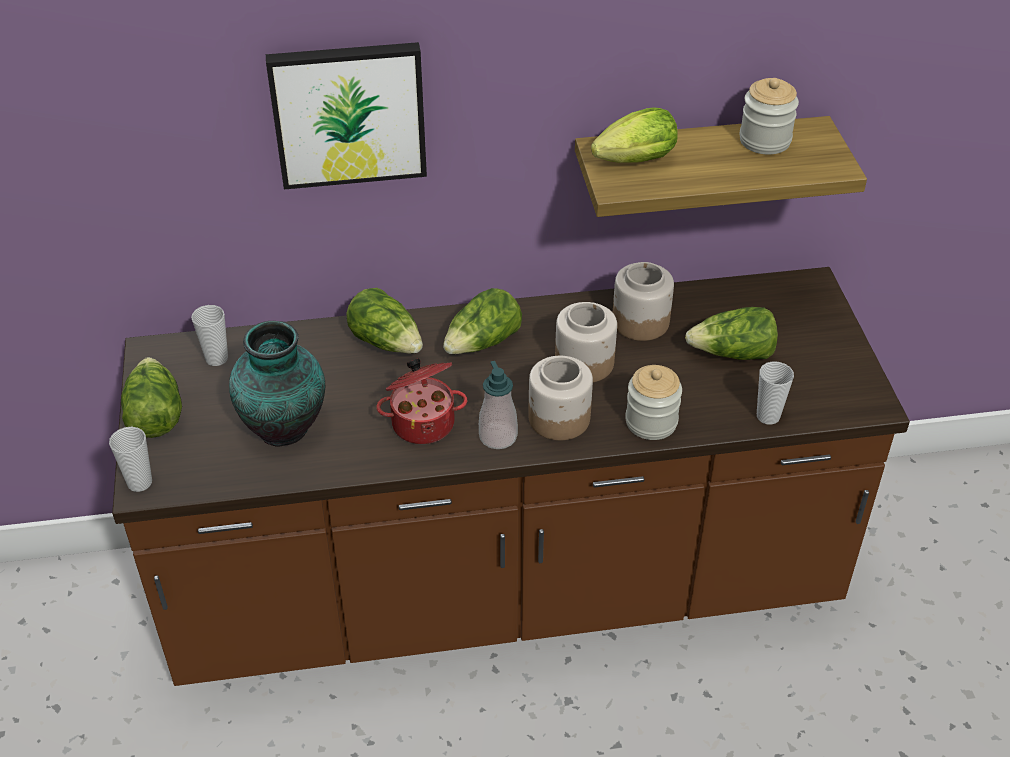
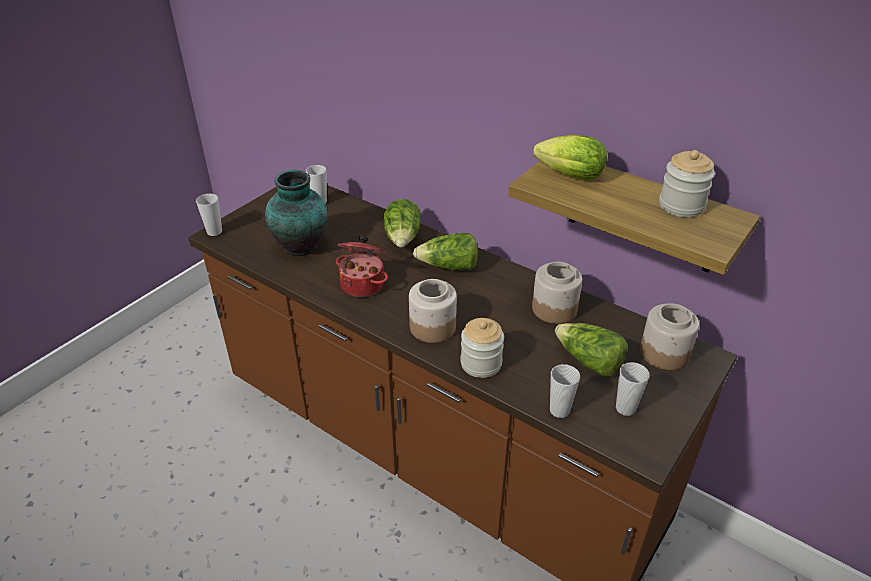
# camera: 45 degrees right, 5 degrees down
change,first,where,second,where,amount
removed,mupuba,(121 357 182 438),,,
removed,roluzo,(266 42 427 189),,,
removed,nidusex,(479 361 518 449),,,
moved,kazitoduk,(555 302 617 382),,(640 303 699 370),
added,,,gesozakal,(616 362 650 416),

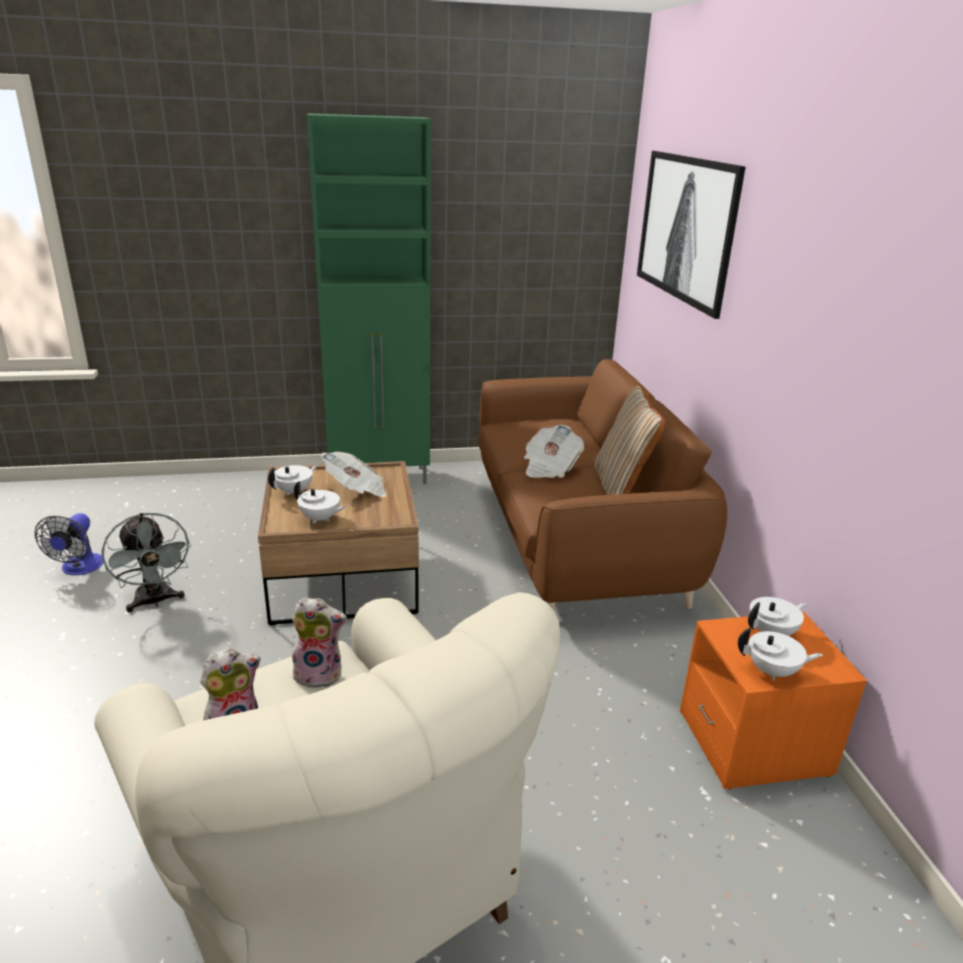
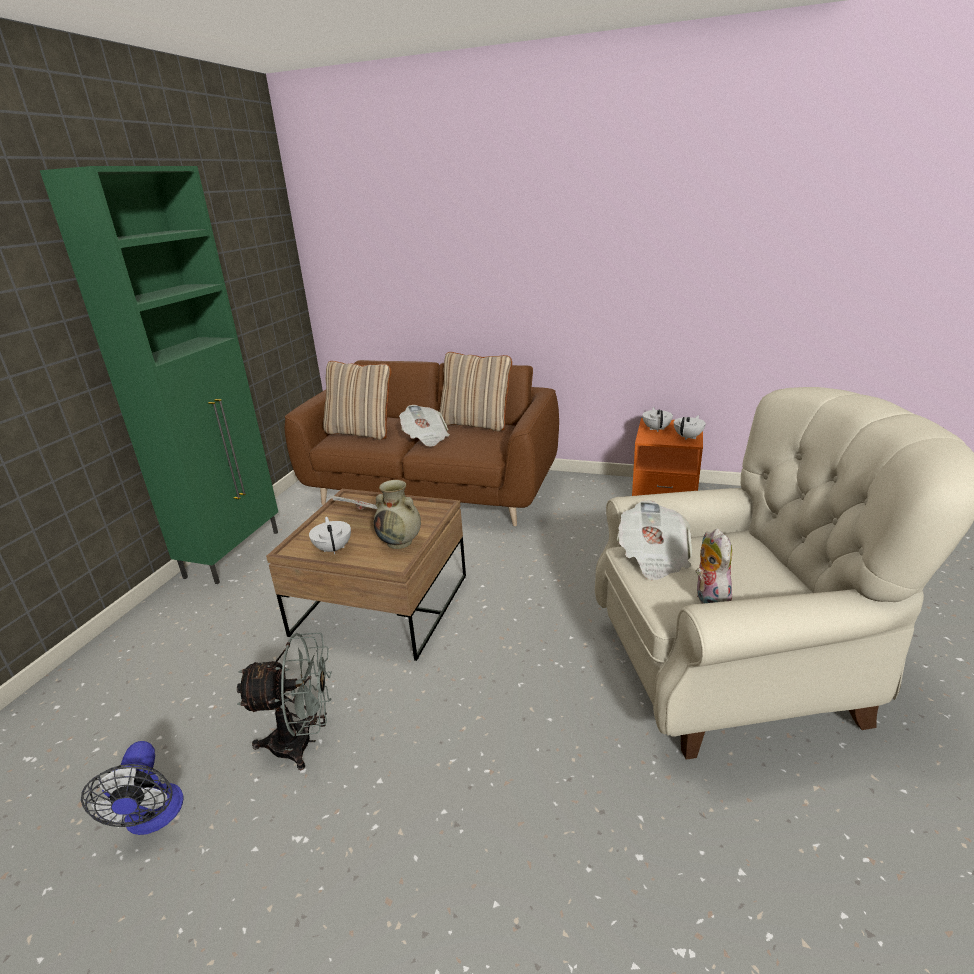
# camera: 60 degrees left, 0 degrees up
change,first,where,second,where,amount
turned,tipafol,(34 513 103 575),,(81 741 184 835),45 degrees clockwise
replaced,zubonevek,(292 597 347 688),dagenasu,(617 500 692 580),
replaced,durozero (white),(294 481 347 524),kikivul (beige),(374 480 421 549),
removed,roluzo,(637 151 746 319),,,
added,,,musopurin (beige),(323 361 392 440),

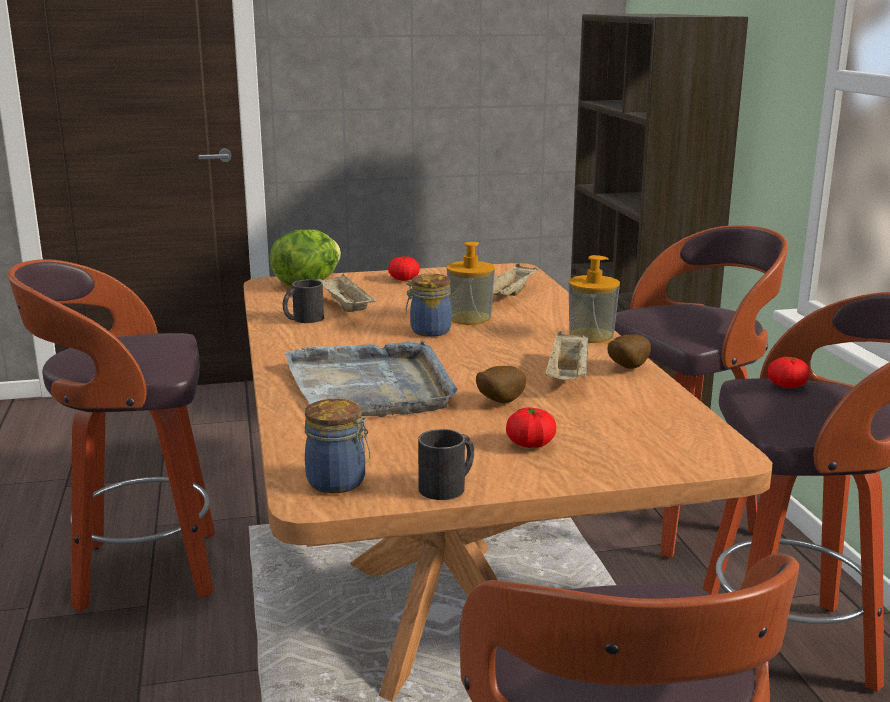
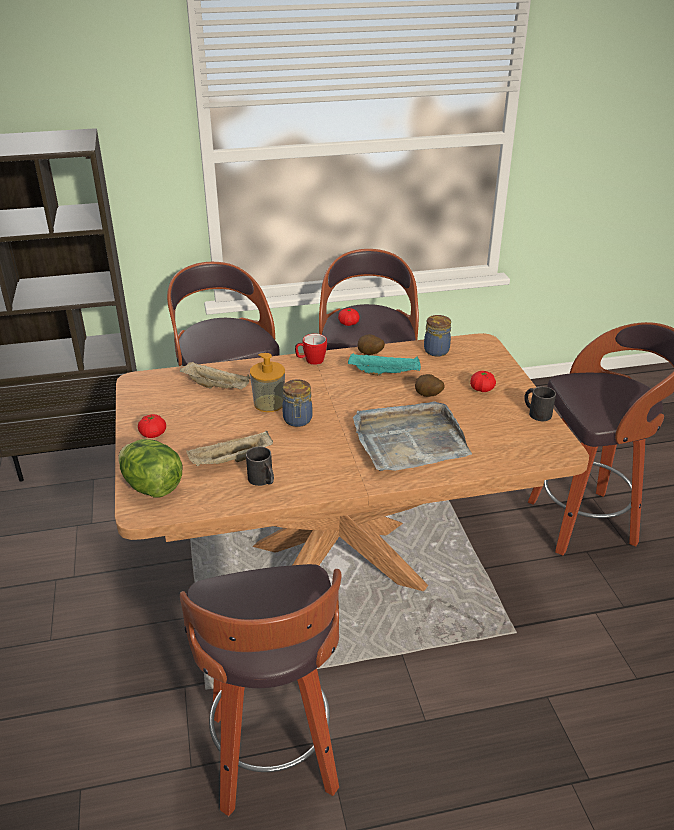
# camera: 90 degrees left, 15 degrees up
change,first,where,second,where,amount
moved,kazitoduk,(305 399 371 493),,(424 315 451 356),
recoloured,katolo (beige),(545 331 589 380),katolo (turquoise),(348 353 421 376),
replaced,nidusex,(569 255 620 343),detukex,(295 334 327 365),

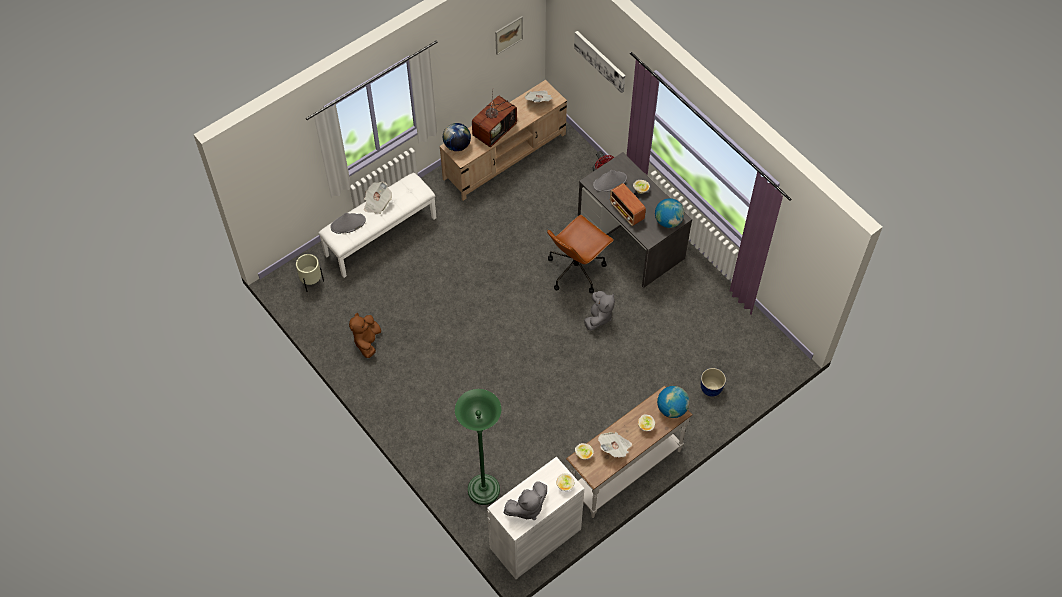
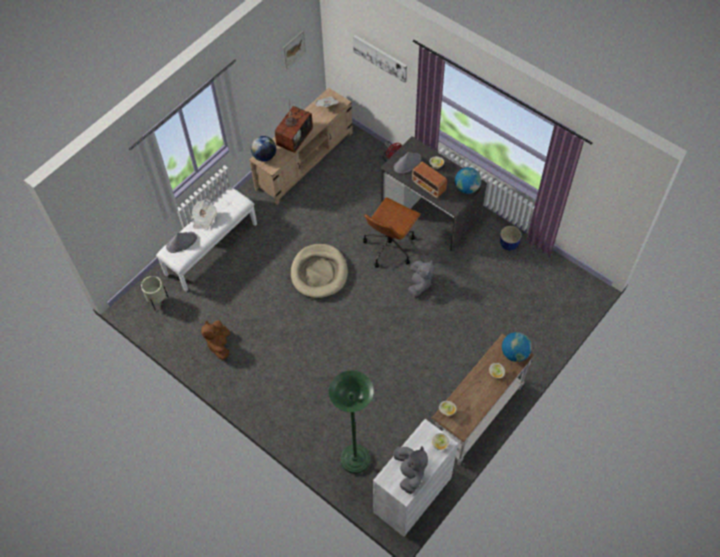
# camera: 10 degrees left, 0 degrees up
change,first,where,second,where,amount
turned,zubonevek (grey),(504 481 547 520),,(393 446 428 494),60 degrees counterclockwise
removed,dagenasu,(598 432 632 457),,,
moved,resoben,(701 368 726 397),,(500 226 521 250),
added,,,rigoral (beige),(291 244 348 299),

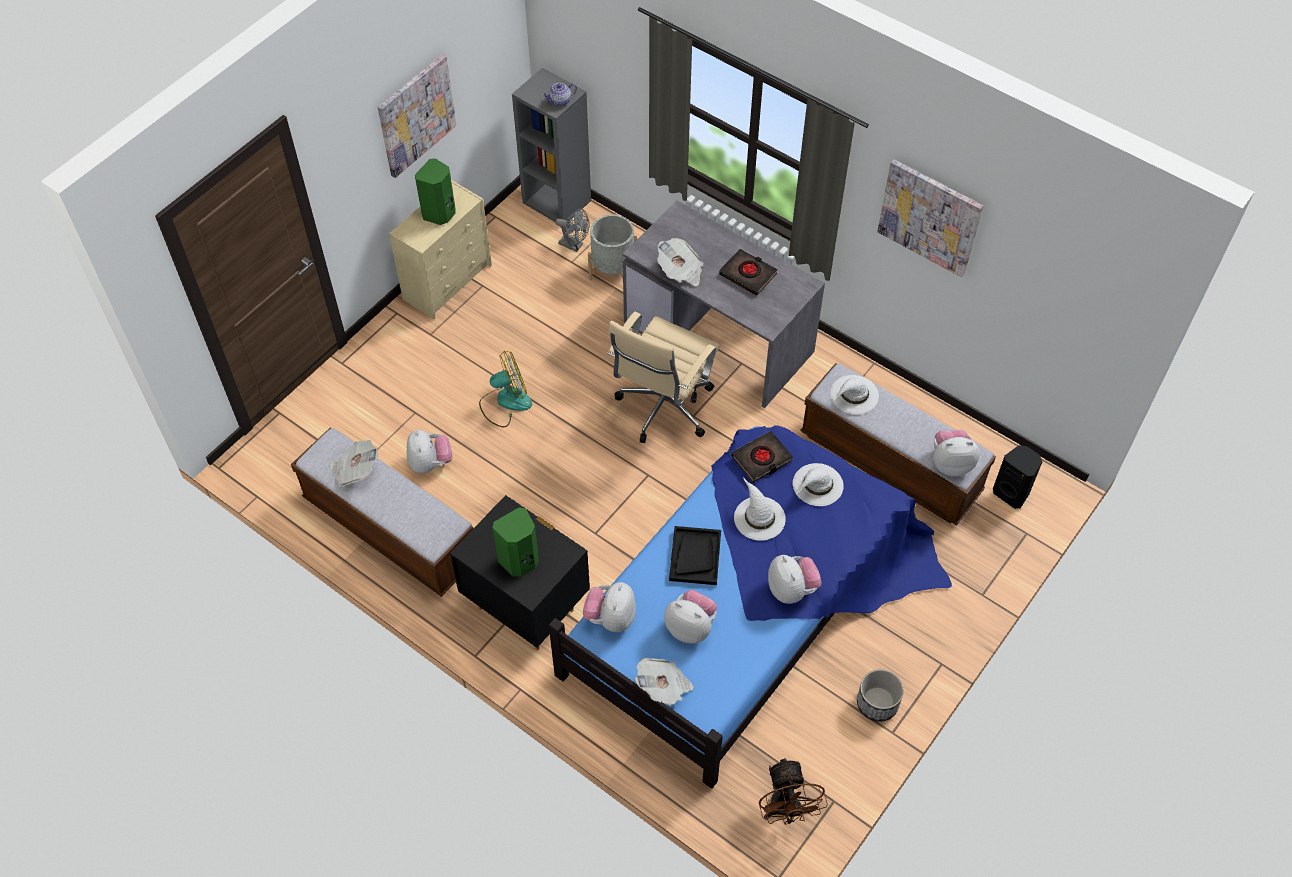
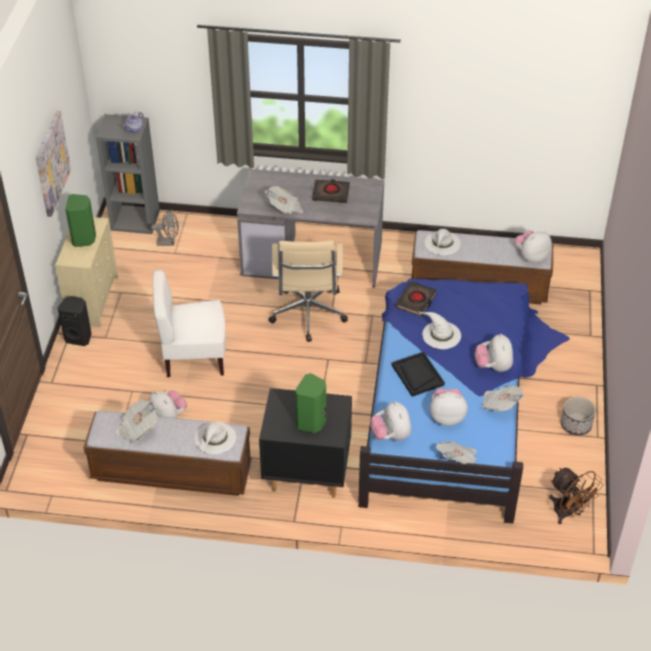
# camera: 30 degrees left, 10 degrees down
change,first,where,second,where,amount
replaced,tipafol,(479 351 532 427),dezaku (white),(153 269 226 377),
removed,resoben (grey),(588 214 637 280),,,
turned,zubonevek,(768 555 821 604),,(475 334 513 372),135 degrees counterclockwise
moved,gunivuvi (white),(793 463 844 506),,(195 422 236 454),
removed,roluzo,(877 159 983 277),,,
moved,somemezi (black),(993 445 1042 509),,(58 296 92 346),
added,,,dagenasu,(481 385 523 411),

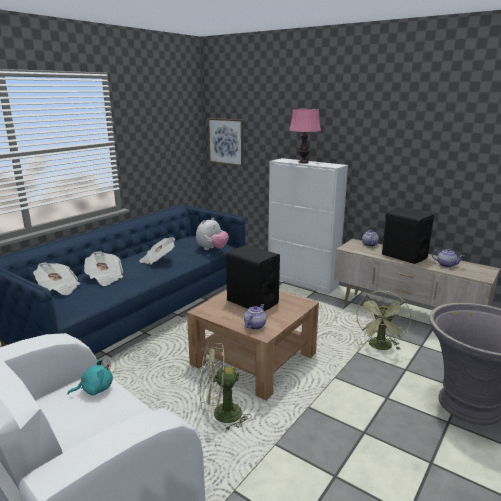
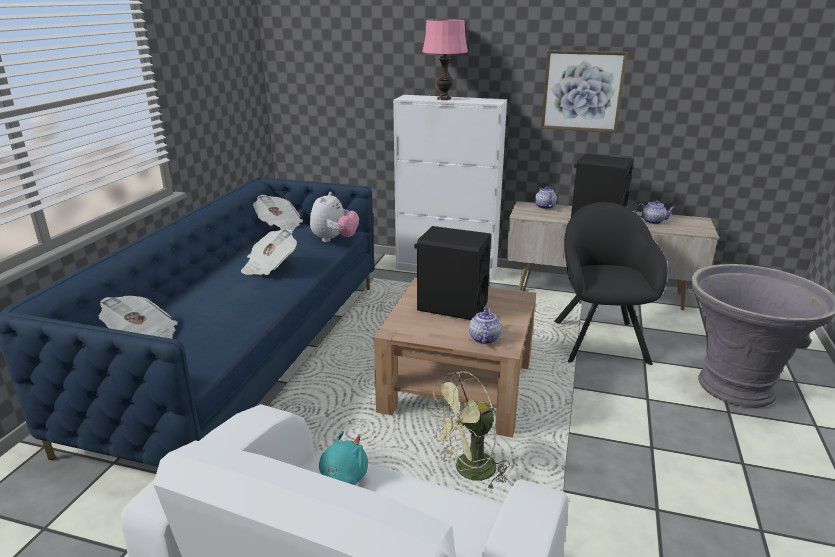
# camera: 20 degrees left, 5 degrees up
change,first,where,second,where,amount
moved,dagenasu,(84 251 123 286),,(253 195 303 231),
moved,roluzo,(207 118 244 166),,(541 50 628 132),
replaced,tipafol (green),(356 291 411 350),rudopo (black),(554 202 668 365),

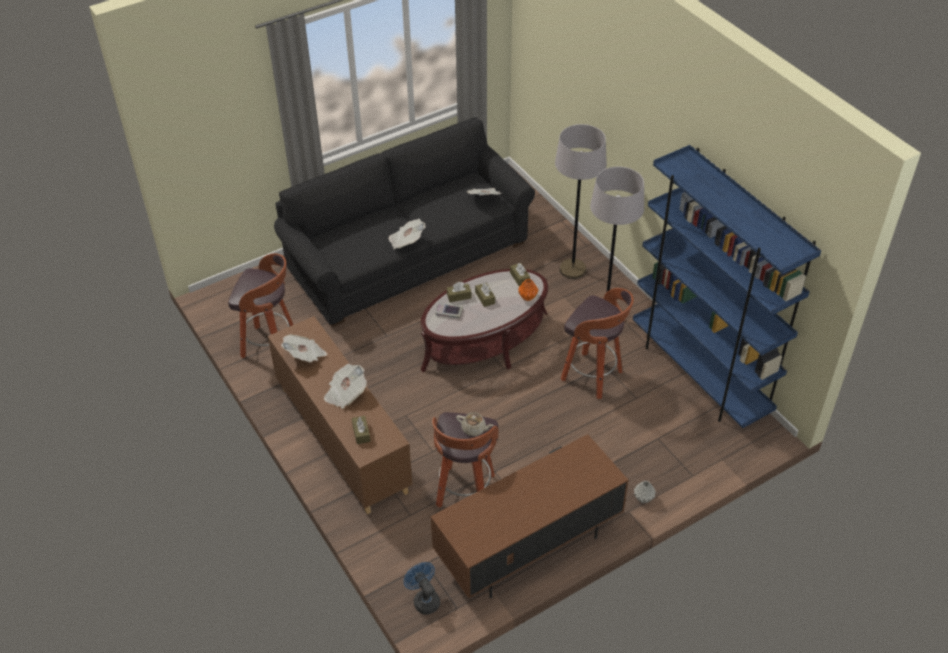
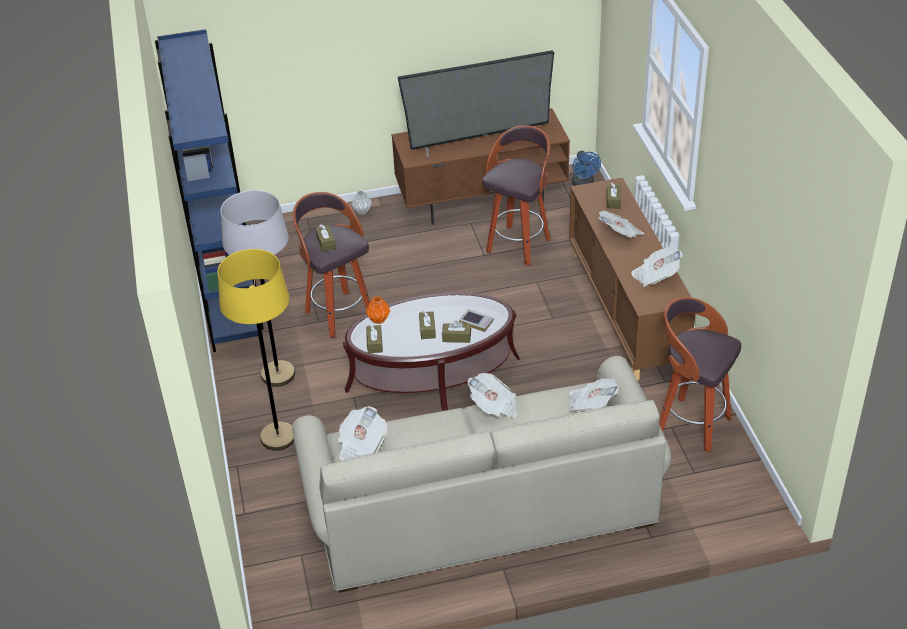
# camera: 160 degrees left, 5 degrees down
change,first,where,second,where,amount
recoloured,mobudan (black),(274 117 535 327),mobudan (beige),(292 356 671 593),
removed,durozero (beige),(456 412 494 436),,,
recoloured,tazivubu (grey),(555 124 607 279),tazivubu (yellow),(218 249 294 451),
added,,,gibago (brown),(315 224 336 252),
added,,,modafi,(397 50 554 159),
added,,,dagenasu,(569 378 619 412),

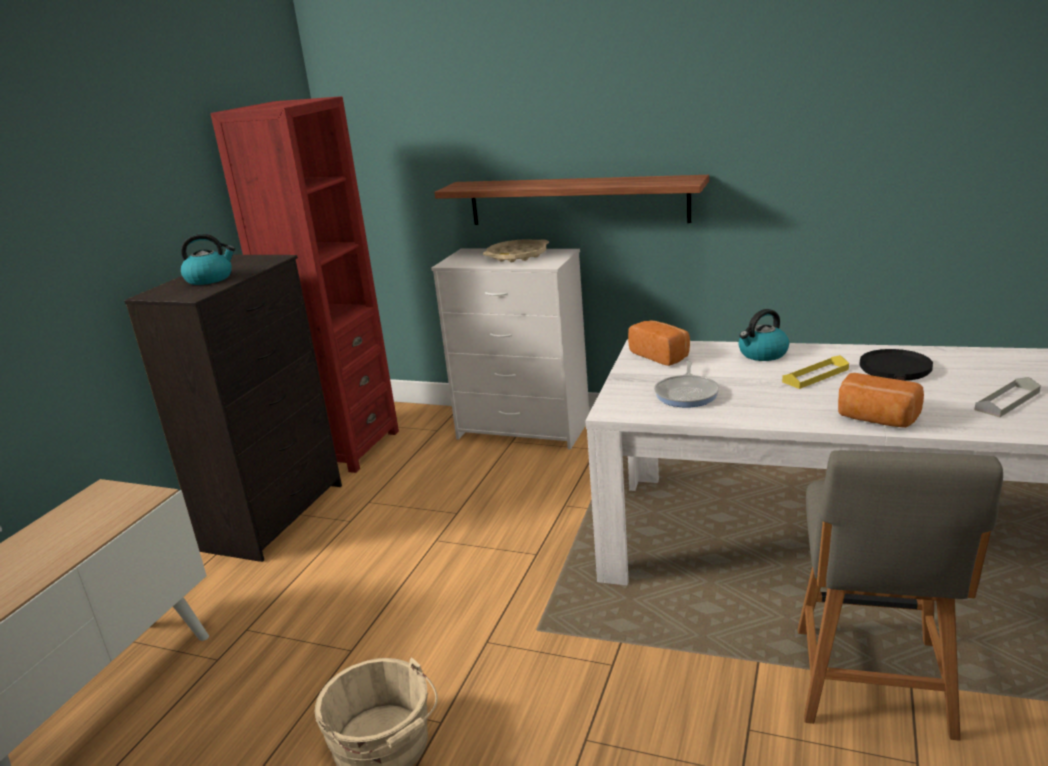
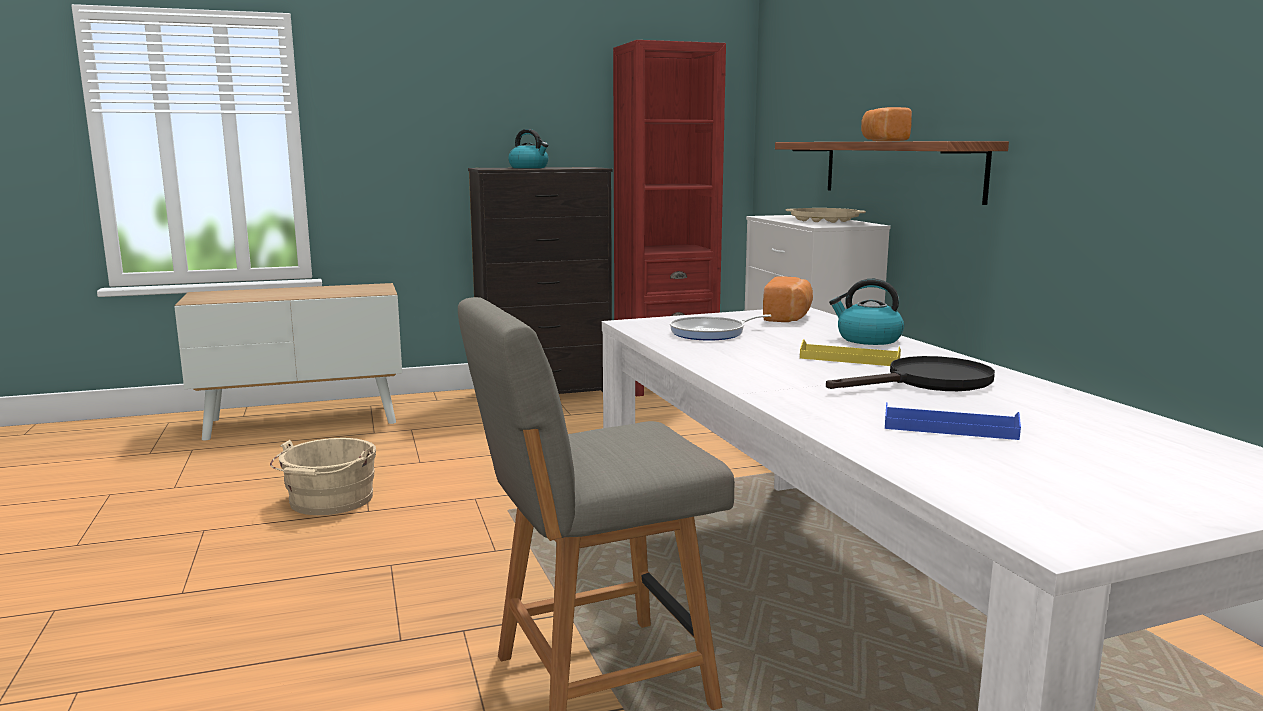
# camera: 50 degrees right, 10 degrees down
change,first,where,second,where,amount
moved,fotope,(838 373 924 428),,(861 107 912 141),
recoloured,katolo (grey),(974 377 1041 417),katolo (blue),(885 402 1021 440),

